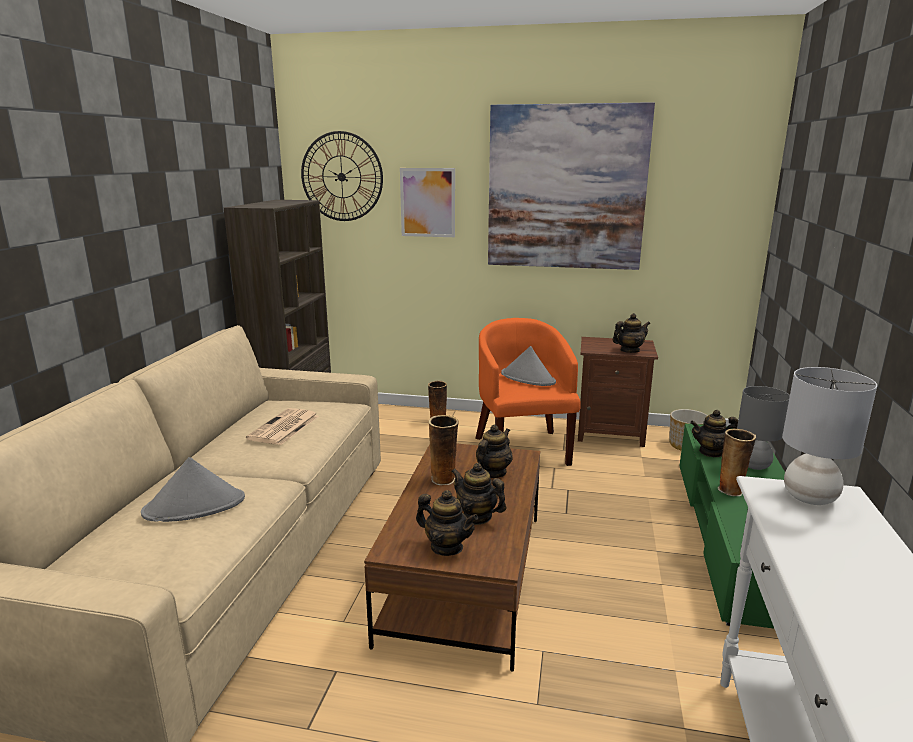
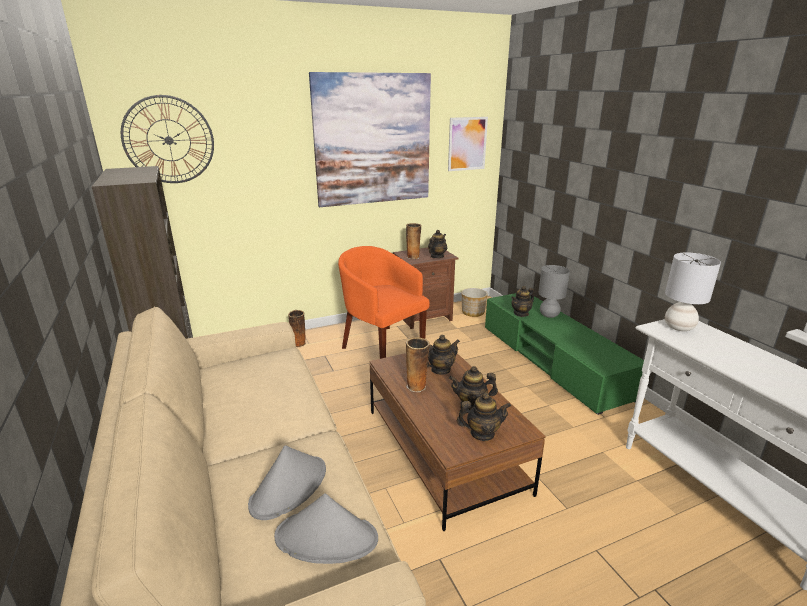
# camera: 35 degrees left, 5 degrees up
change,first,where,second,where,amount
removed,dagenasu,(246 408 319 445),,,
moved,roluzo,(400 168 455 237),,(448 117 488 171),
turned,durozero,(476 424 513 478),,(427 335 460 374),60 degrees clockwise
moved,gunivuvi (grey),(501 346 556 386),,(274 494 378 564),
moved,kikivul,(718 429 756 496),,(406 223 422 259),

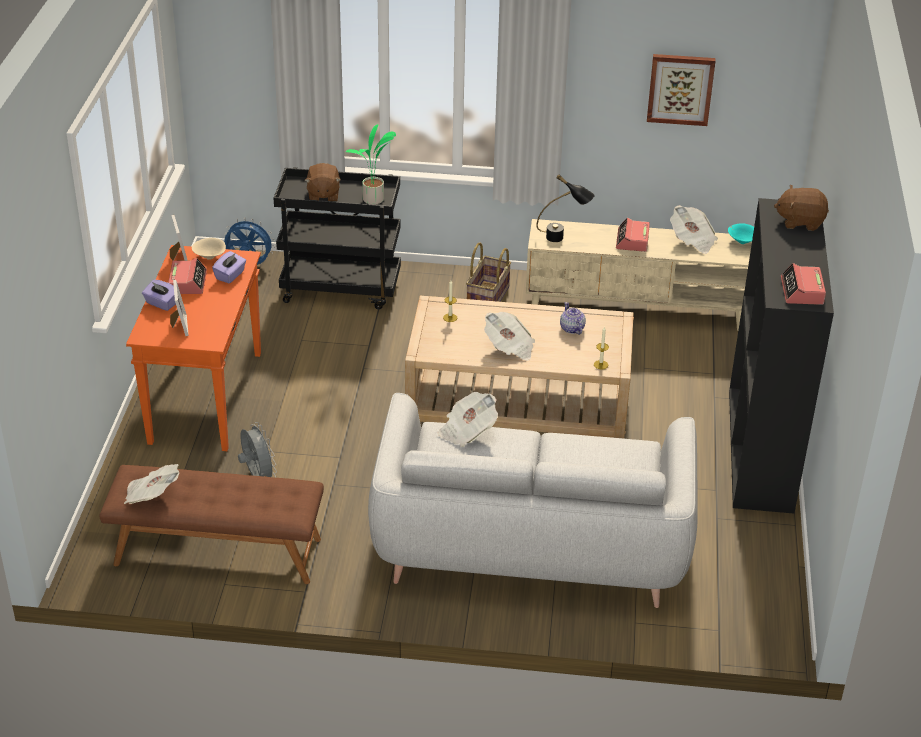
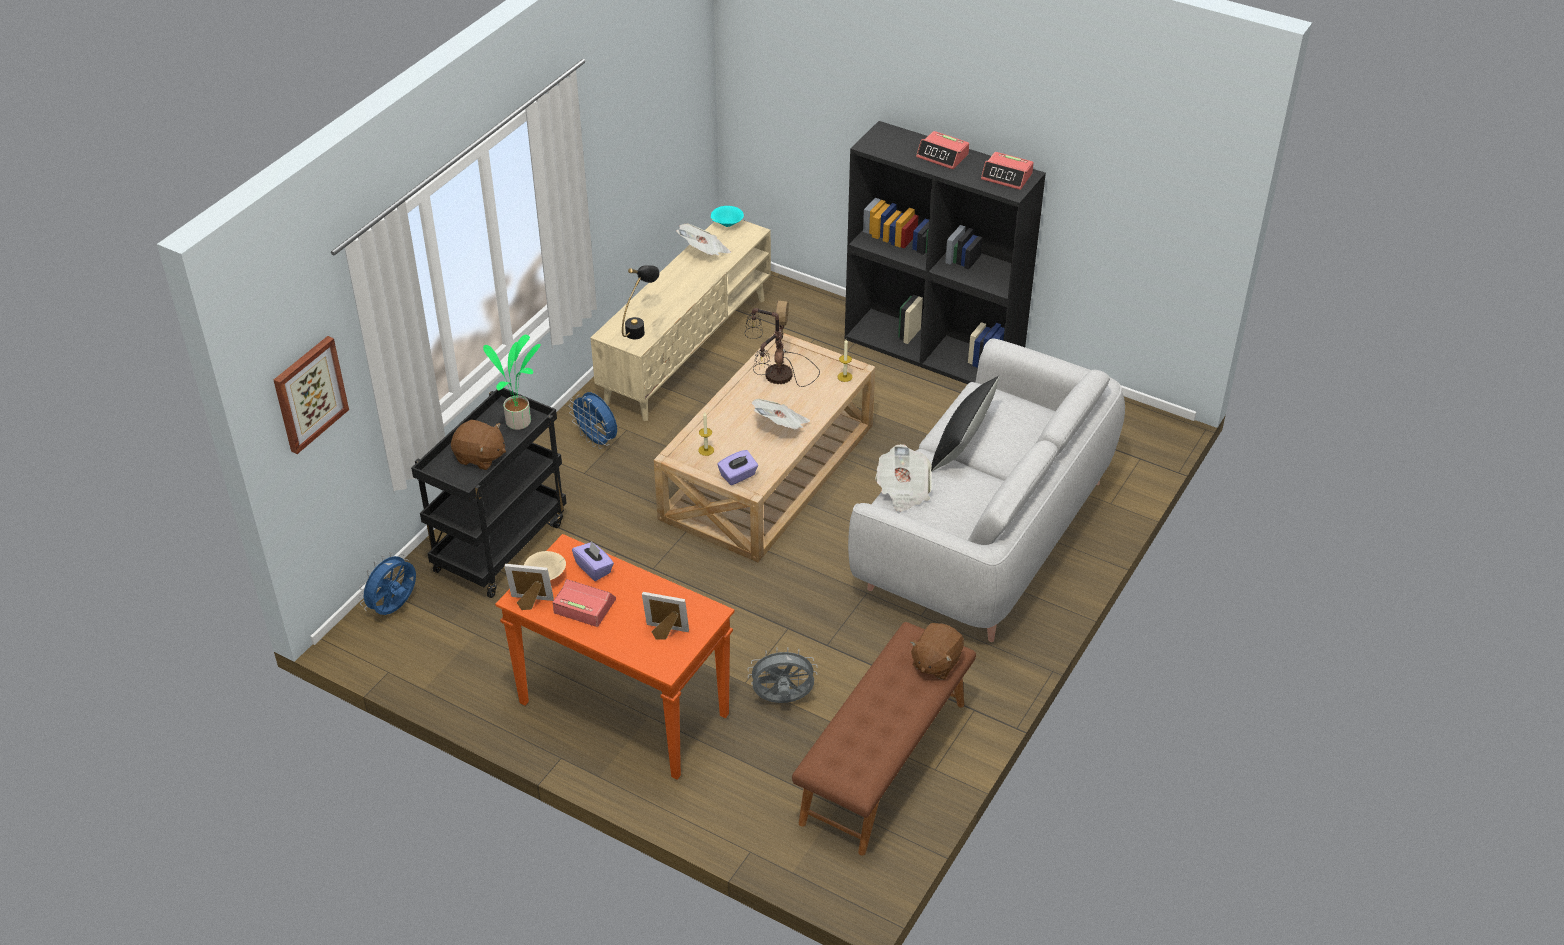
# camera: 65 degrees left, 5 degrees up
change,first,where,second,where,amount
removed,dagenasu,(124 464 179 504),,,
moved,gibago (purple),(142 280 180 311),,(717 450 758 485),
replaced,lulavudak,(466 242 511 302),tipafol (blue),(569 392 617 449),
replaced,durozero,(560 302 586 335),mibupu,(745 301 820 387),
moved,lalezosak,(616 218 650 252),,(916 131 969 169),
moved,roluzo,(647 54 716 126),,(274 336 349 454),
moved,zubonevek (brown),(774 184 829 231),,(910 623 964 680),
added,,,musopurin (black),(931 376 999 472),

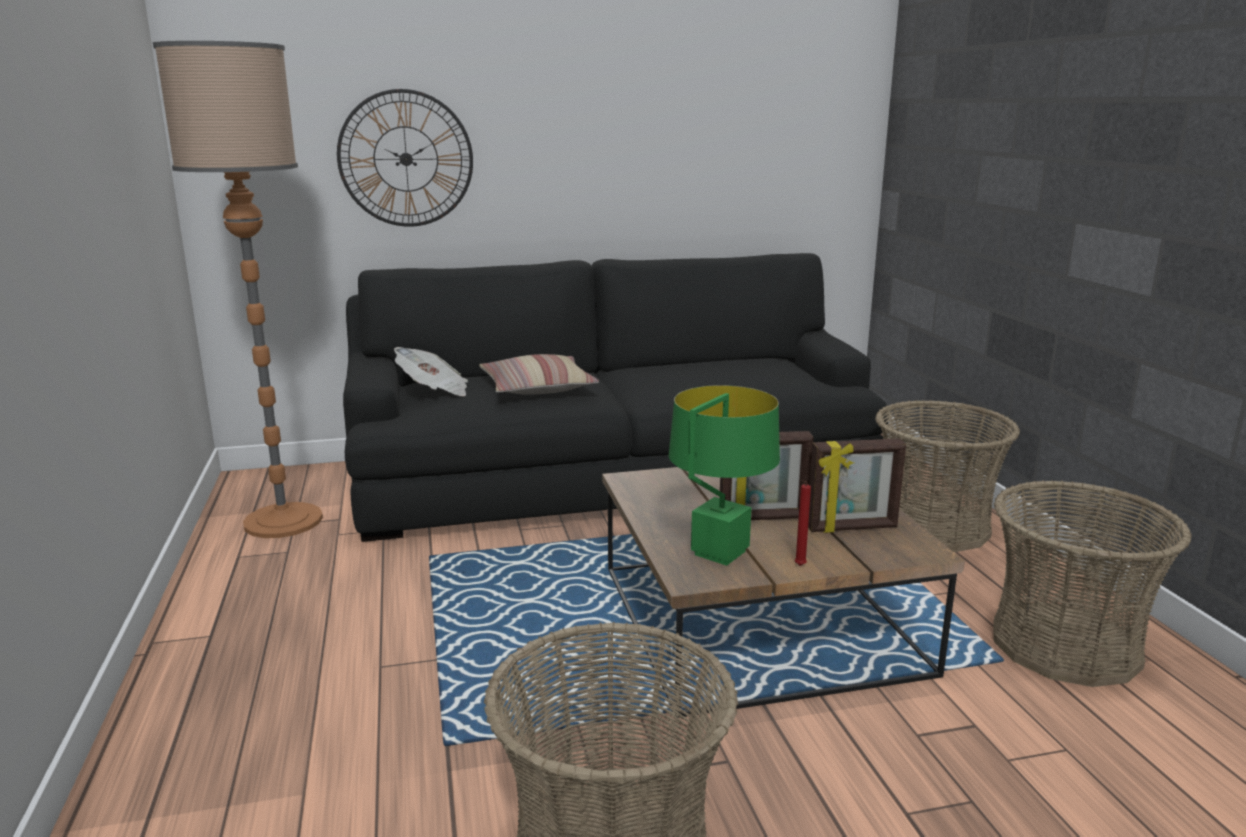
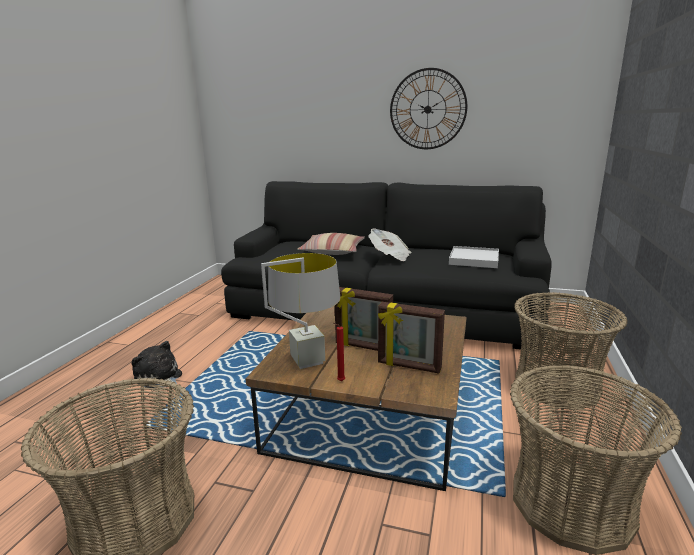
# camera: 30 degrees right, 0 degrees up
change,first,where,second,where,amount
removed,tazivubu,(153 41 323 538),,,
moved,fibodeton,(337 89 473 227),,(390 68 467 149),
moved,dagenasu,(394 347 468 396),,(368 229 411 261),
recoloured,mibupu (green),(669 385 780 566),mibupu (grey),(261 253 340 369),
added,,,zubonevek,(132 341 182 388),
added,,,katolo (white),(449 246 499 268),

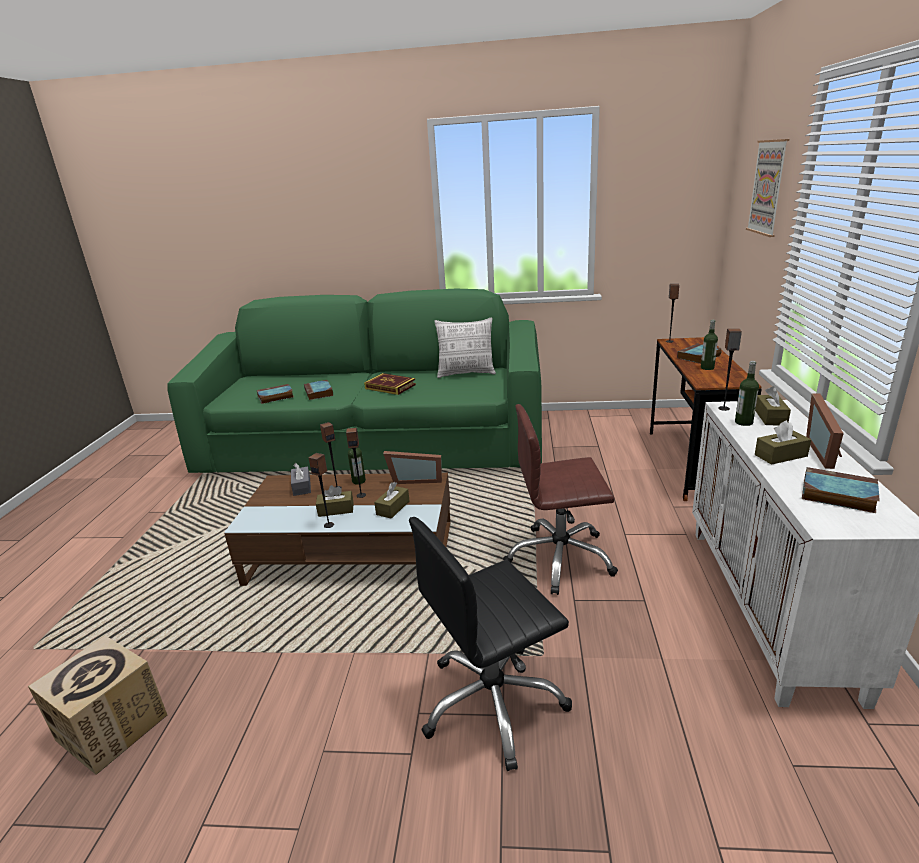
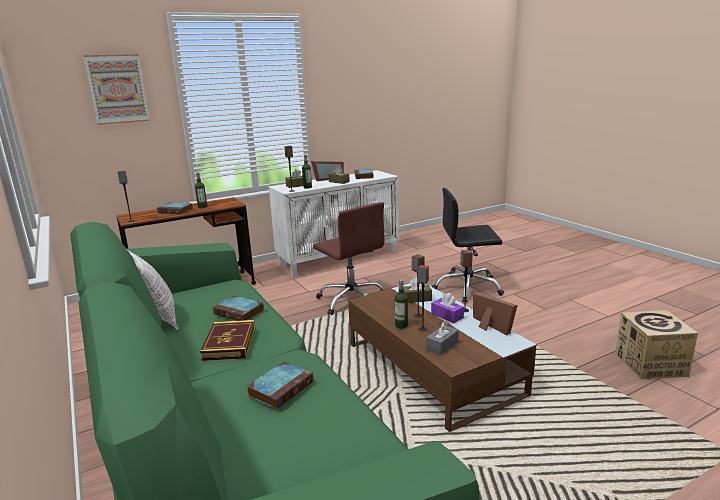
# camera: 125 degrees left, 5 degrees down
change,first,where,second,where,amount
moved,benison,(257 384 294 404),,(213 295 264 321),
recoloured,gibago (brown),(316 485 354 517),gibago (purple),(431 293 464 323),
moved,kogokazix,(383 451 442 484),,(473 293 518 335),
turned,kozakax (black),(409 517 572 771),,(432 188 504 303),150 degrees clockwise

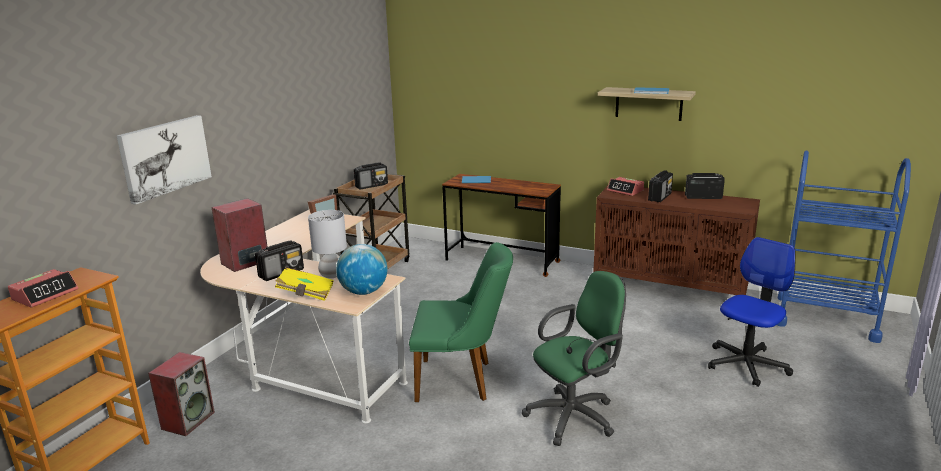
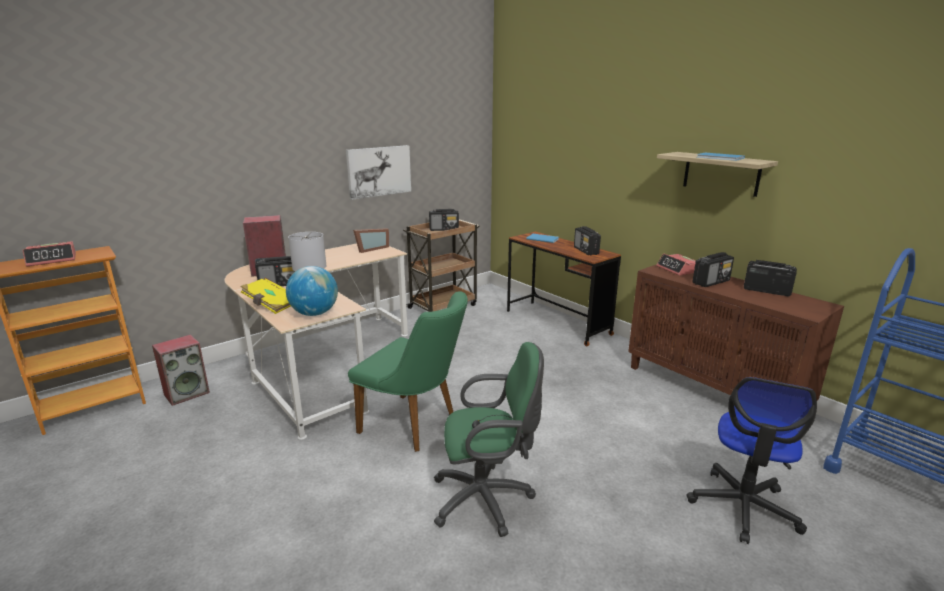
# camera: 25 degrees right, 0 degrees up
change,first,where,second,where,amount
moved,roluzo,(117 115 212 204),,(346 145 411 200),
turned,kozakax,(708 237 796 387),,(686 377 817 544),135 degrees clockwise
added,,,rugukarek,(574 226 601 255),

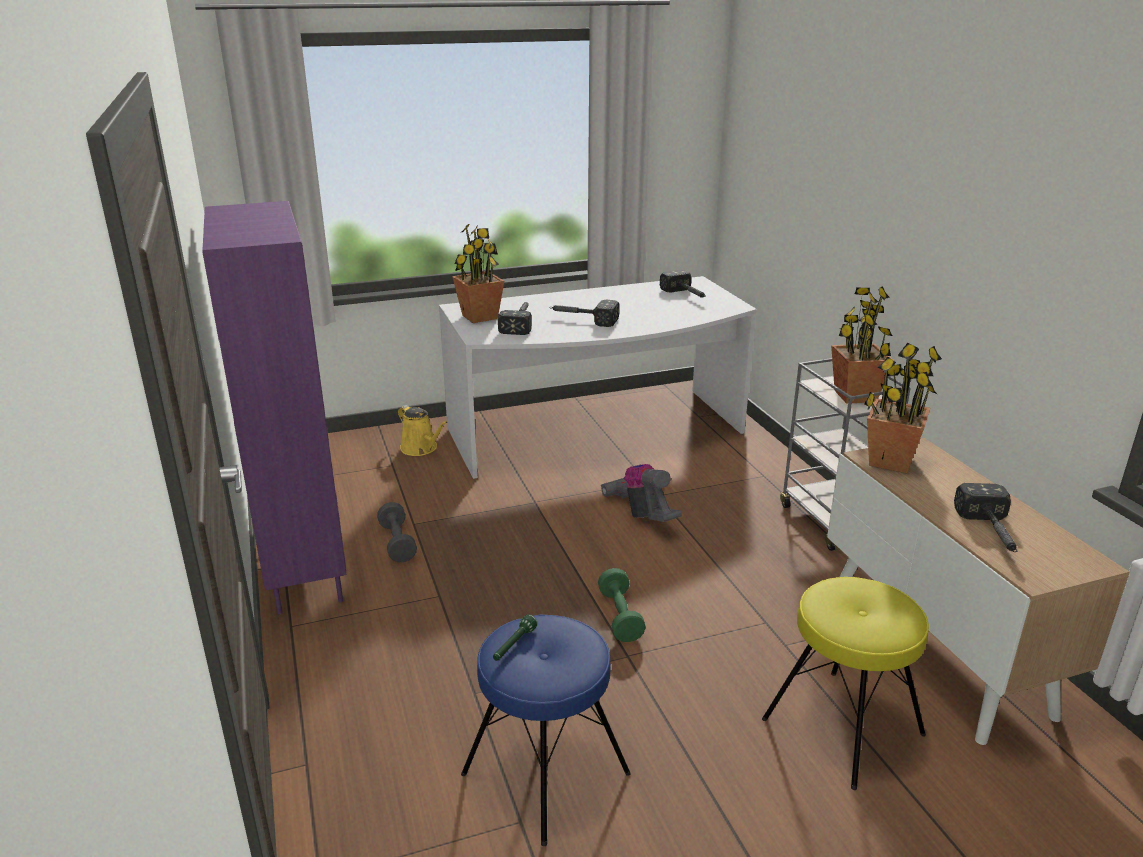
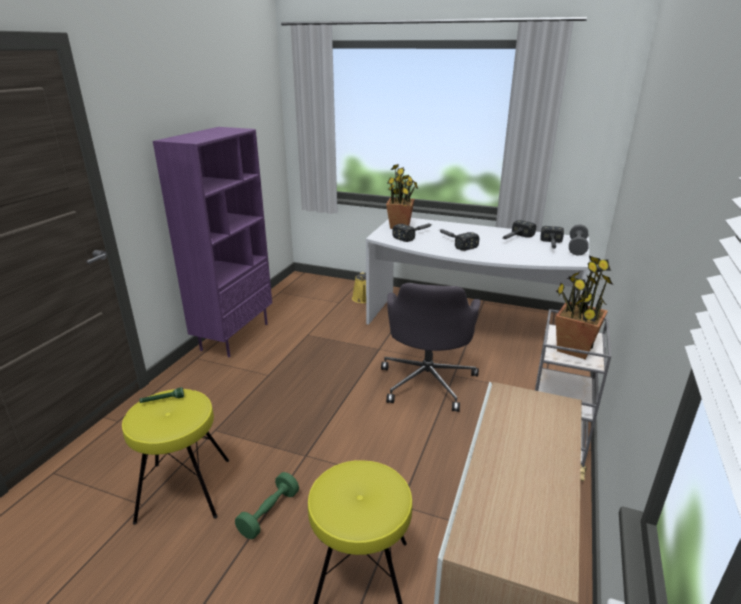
# camera: 40 degrees right, 0 degrees up
change,first,where,second,where,amount
moved,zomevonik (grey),(377 502 417 562),,(569 224 588 255),
recoloured,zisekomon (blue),(461 615 631 846),zisekomon (yellow),(122 389 229 525),
moved,zomevonik (green),(598 568 646 642),,(235 472 299 539),
replaced,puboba,(601 464 682 522),kozakax (grey),(381 283 481 412),
removed,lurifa,(864 343 942 473),,,
moved,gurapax,(954 483 1017 552),,(503 220 536 239),

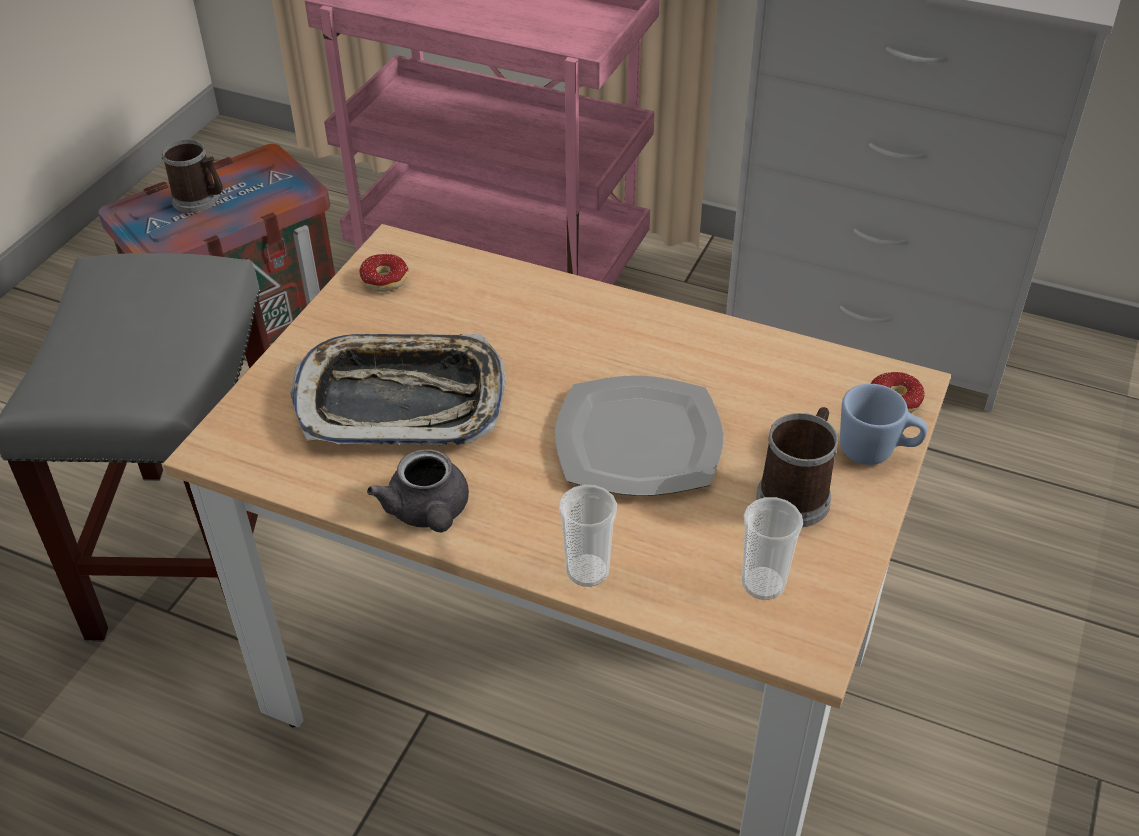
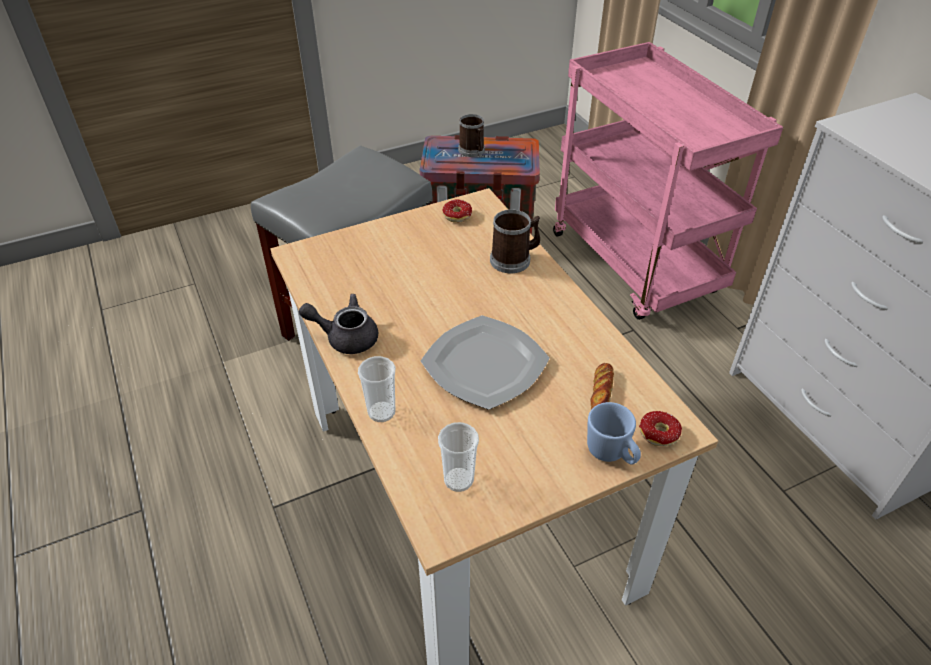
# camera: 40 degrees right, 0 degrees up
change,first,where,second,where,amount
removed,katolo,(290 334 506 445),,,
turned,durozero (grey),(367 449 469 533),,(299 294 378 354),75 degrees clockwise
moved,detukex,(756 407 838 527),,(490 210 540 273),
added,,,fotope,(591 363 614 410),

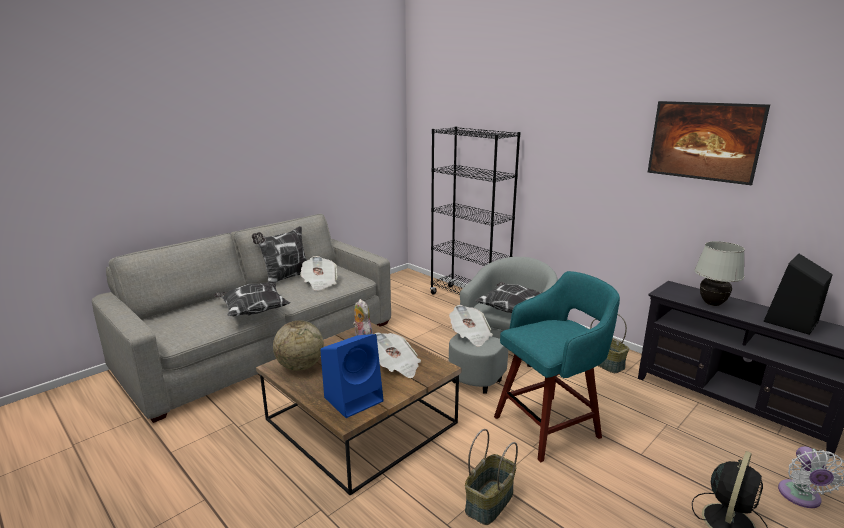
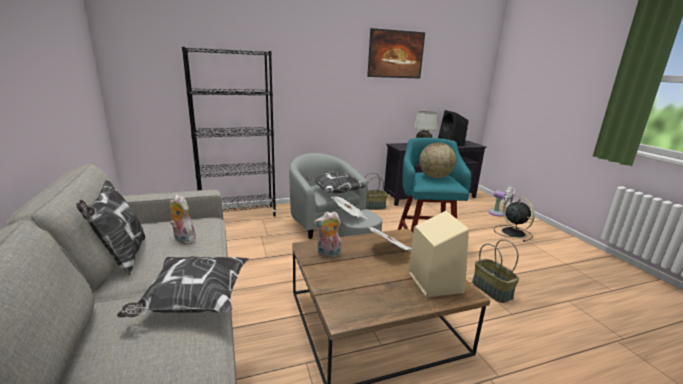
# camera: 65 degrees left, 0 degrees up
change,first,where,second,where,amount
moved,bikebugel,(273 320 324 371),,(419 143 456 178),
replaced,dagenasu,(300 256 337 291),zubonevek,(170 195 196 245),
recoloured,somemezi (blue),(320 334 384 418),somemezi (beige),(408 211 469 297),

